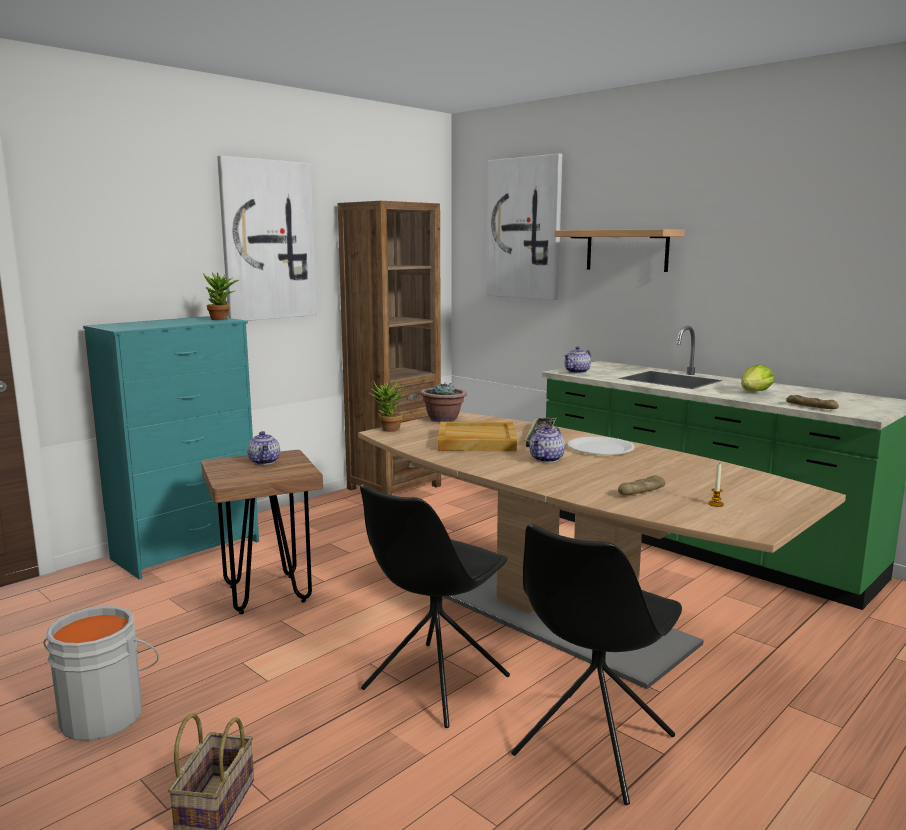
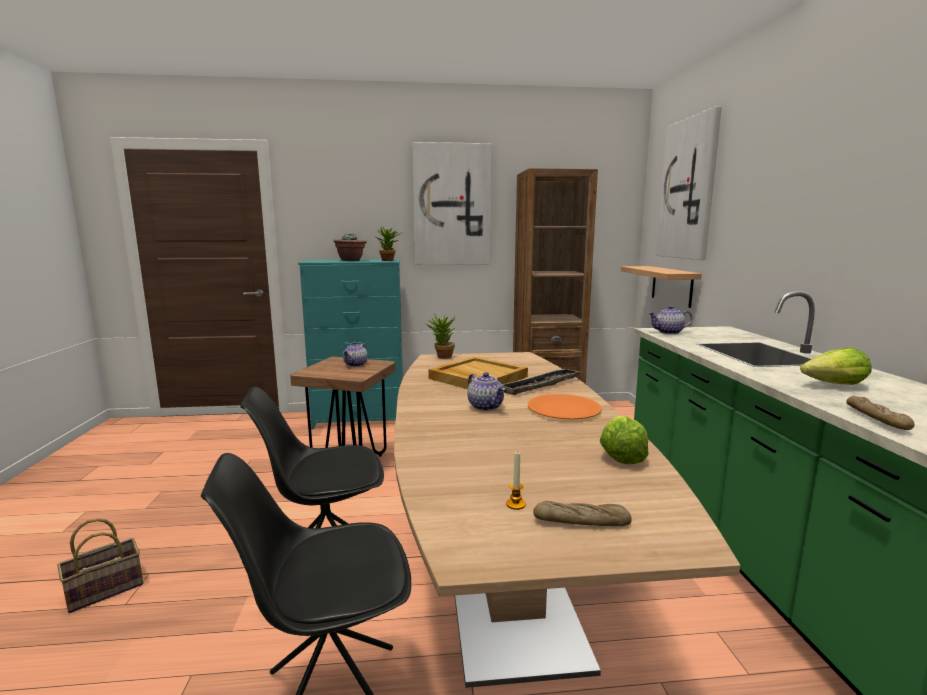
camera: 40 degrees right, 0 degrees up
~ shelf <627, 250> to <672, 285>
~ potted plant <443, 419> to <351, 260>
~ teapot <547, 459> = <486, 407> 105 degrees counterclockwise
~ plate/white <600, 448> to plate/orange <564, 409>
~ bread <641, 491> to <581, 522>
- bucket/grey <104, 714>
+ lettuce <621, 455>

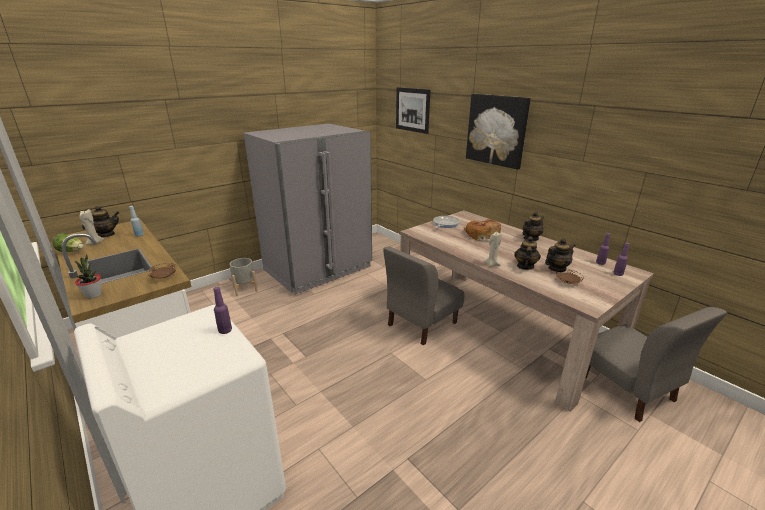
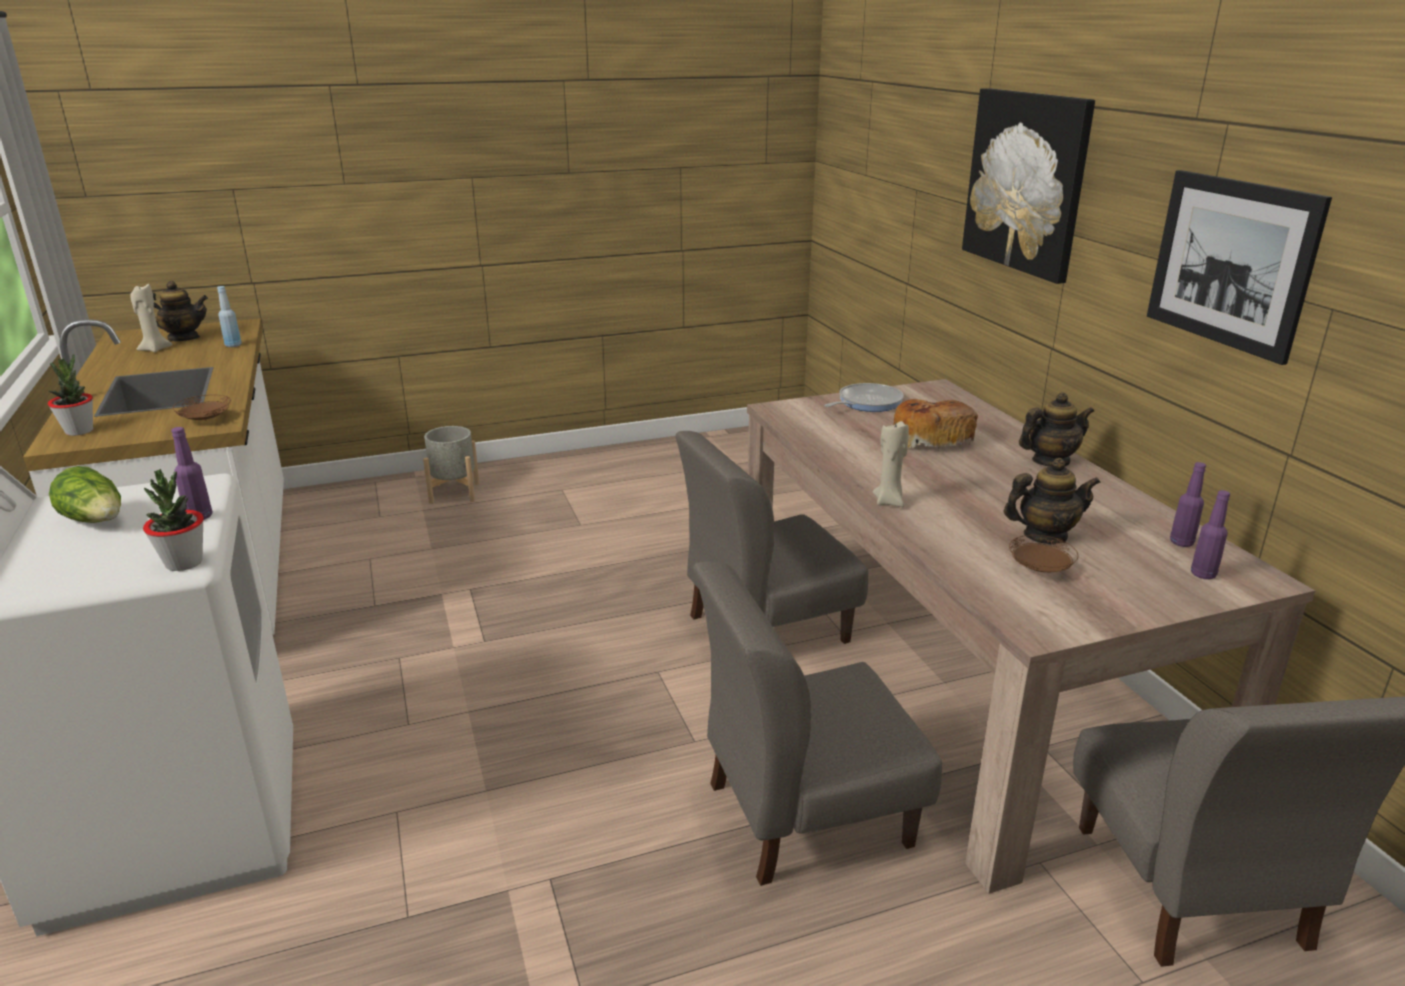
camera: 20 degrees right, 0 degrees up
~ picture <412, 110> to <1231, 263>
- fridge/grey <318, 268>
~ lettuce <72, 251> to <97, 520>
- teapot <525, 266>
+ potted plant <184, 563>
+ chair/grey <806, 813>

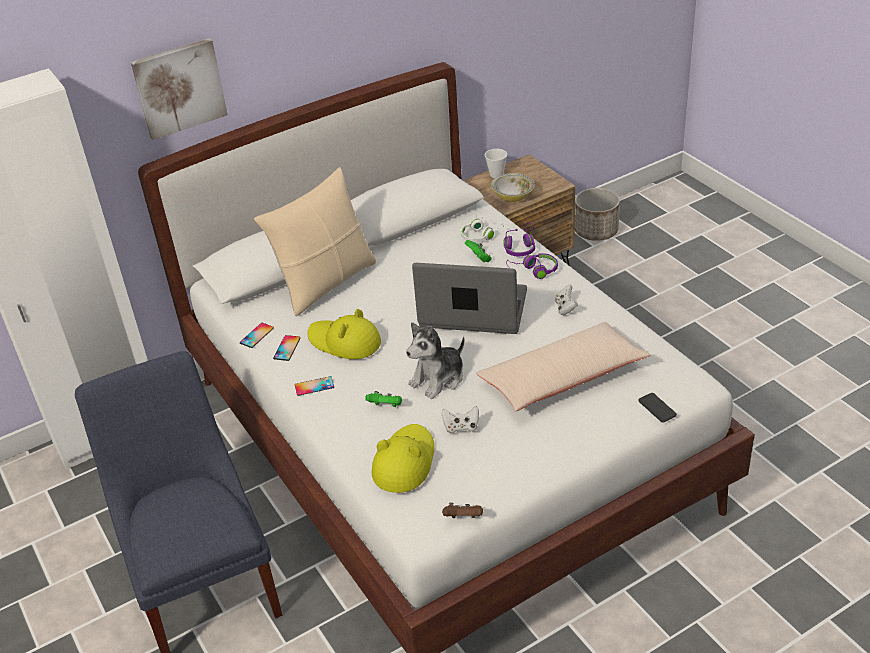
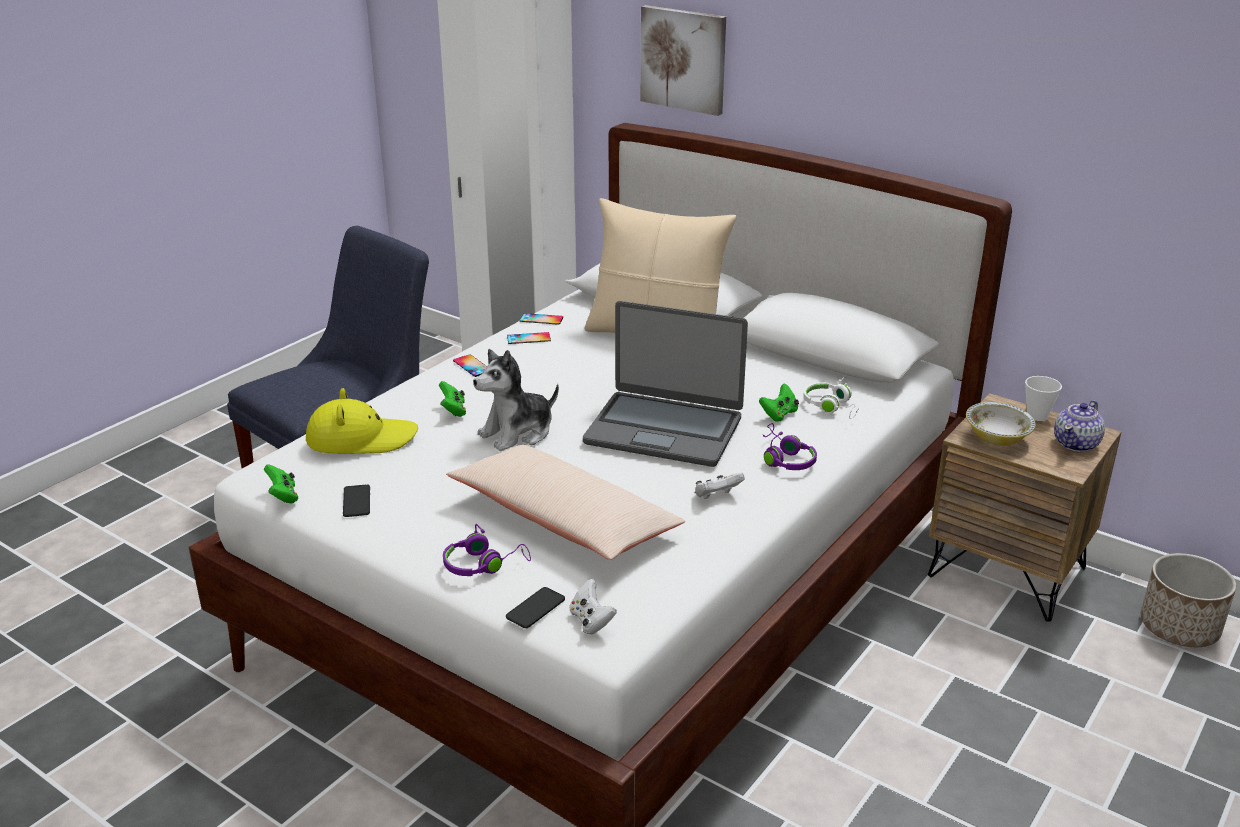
camera: 65 degrees right, 10 degrees down
~ headphones/purple <520, 247> to <483, 564>
~ laptop <473, 310> = <664, 430> 120 degrees clockwise
- hat/yellow <344, 342>
~ plush toy <438, 379> = <517, 433> 60 degrees counterclockwise
~ game controller/white <461, 427> to <591, 621>
~ game controller/brown <463, 518> to game controller/green <283, 496>
+ teapot <1076, 444>
+ phone <356, 501>

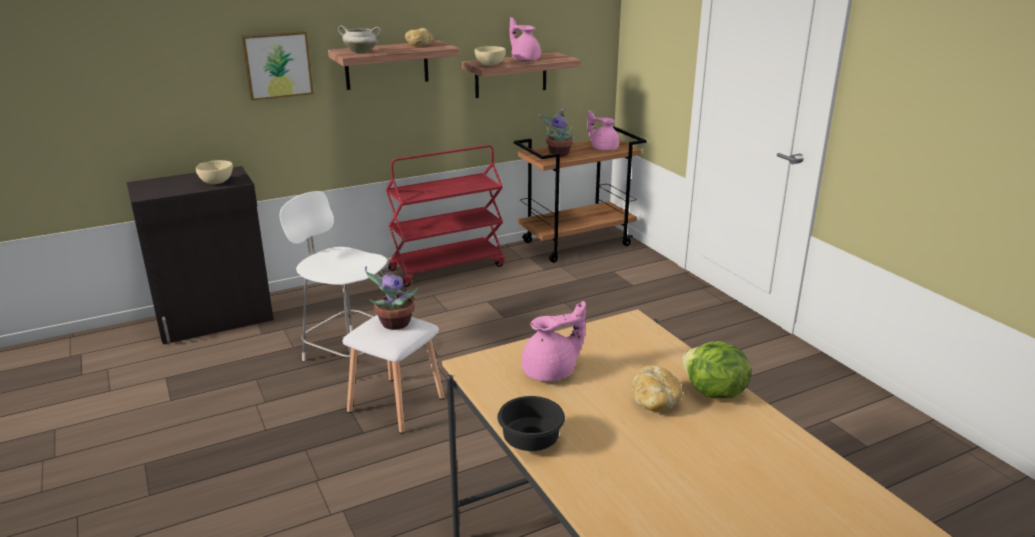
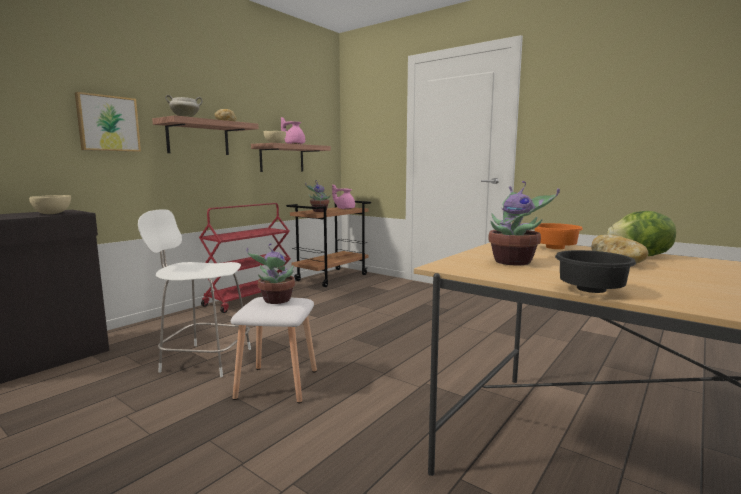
camera: 25 degrees left, 15 degrees down
~ teapot/pink <551, 372> to potted plant <514, 262>
+ bowl/orange <556, 248>

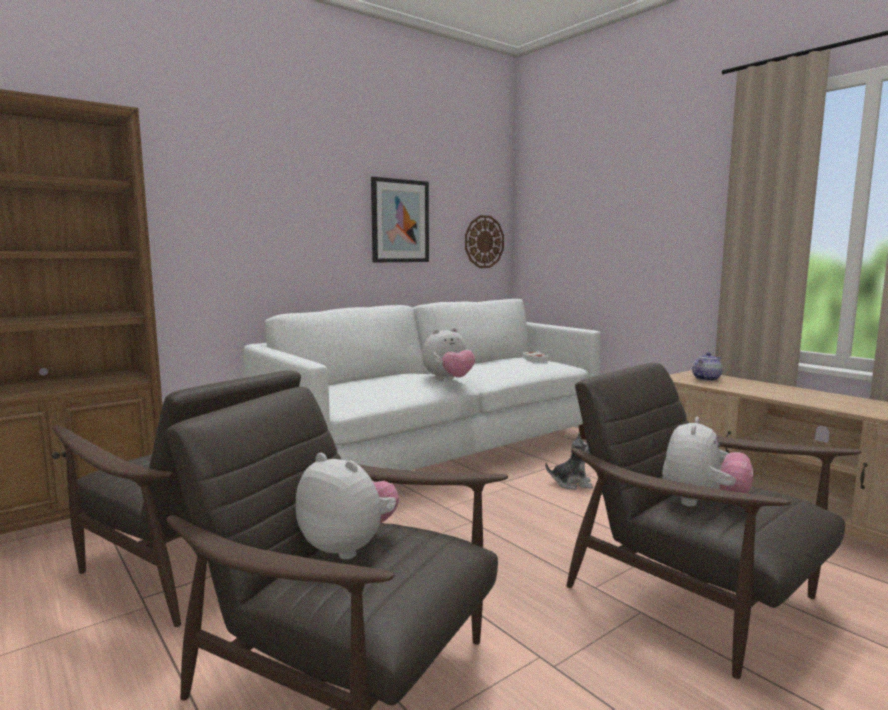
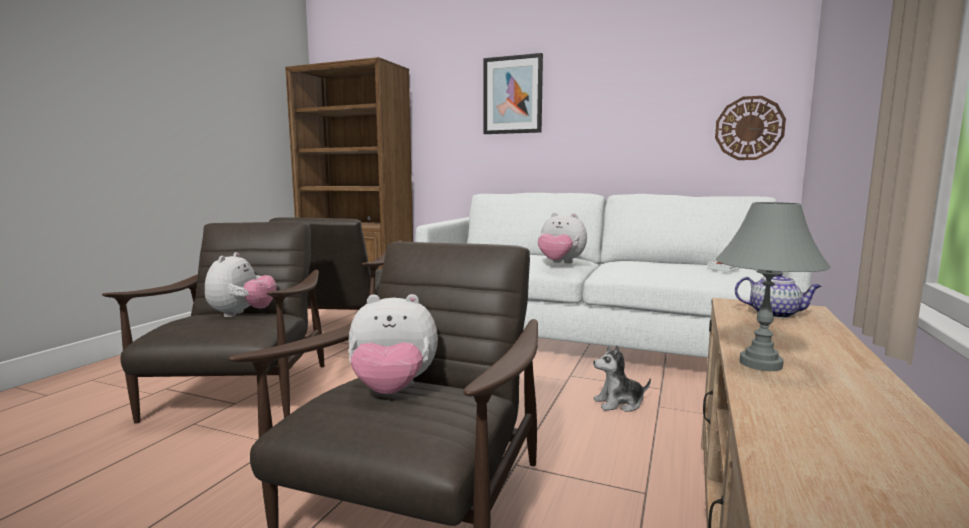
camera: 60 degrees right, 0 degrees up
~ picture <400, 221> to <512, 95>
~ plush toy <572, 483> = <619, 403> 105 degrees clockwise
+ table lamp/grey <760, 364>

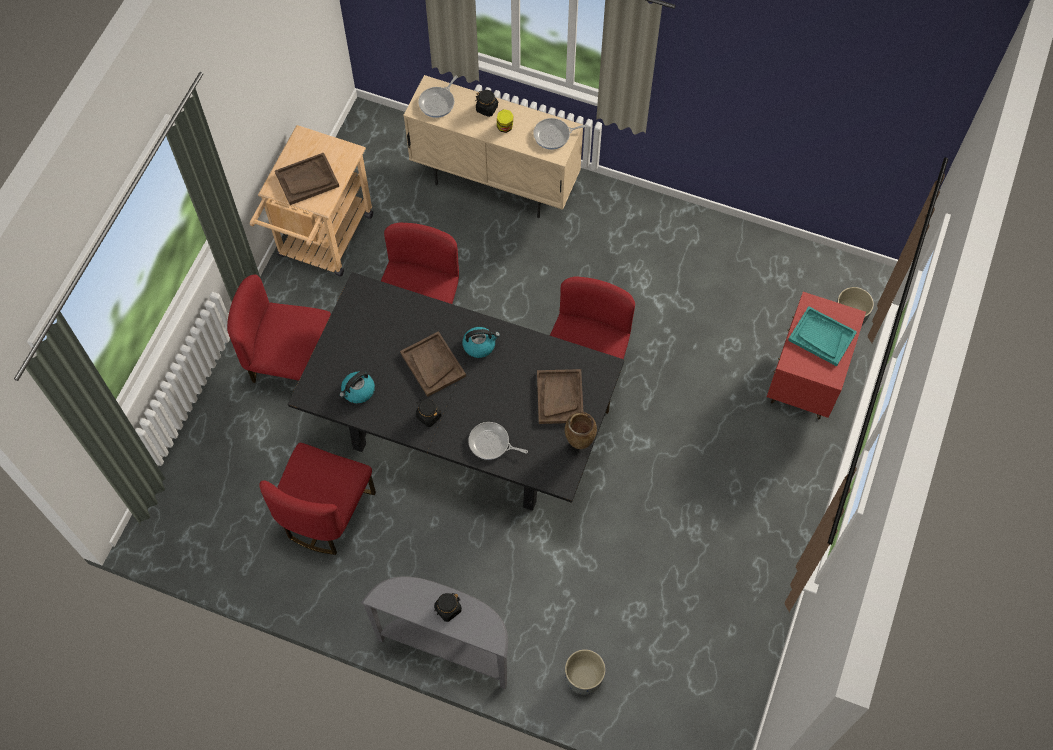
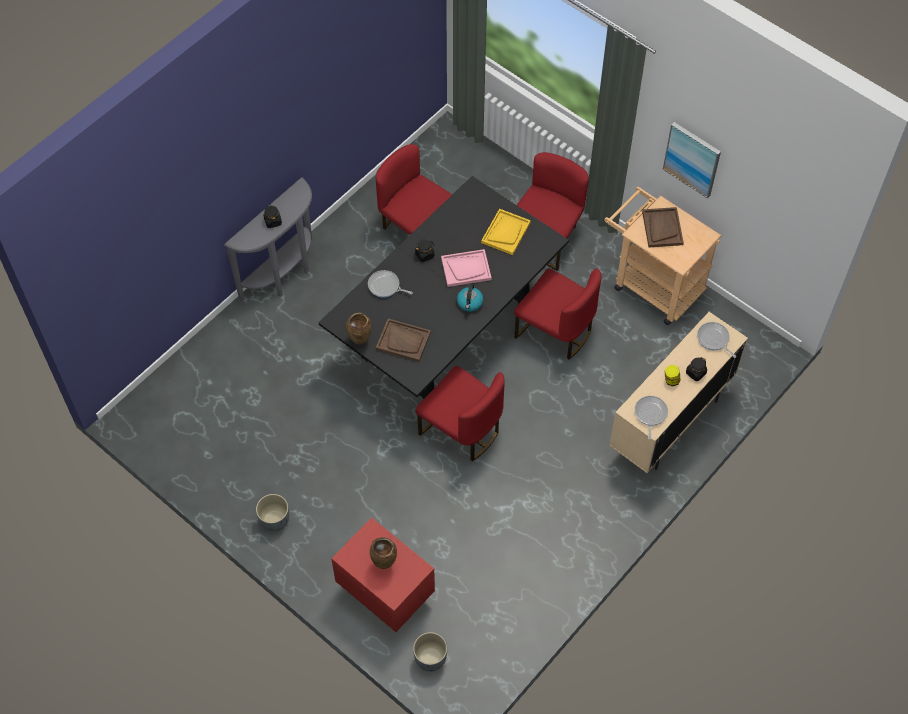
camera: 110 degrees right, 5 degrees down
~ tray/turquoise <821, 337> to vase/brown <385, 564>
~ tray/brown <433, 364> to tray/pink <466, 269>
- kettle <358, 391>
~ frying pan <491, 443> = <385, 286> 105 degrees counterclockwise
~ planter/grey <583, 678> to <274, 520>
+ picture <692, 159>
+ tray/yellow <505, 232>

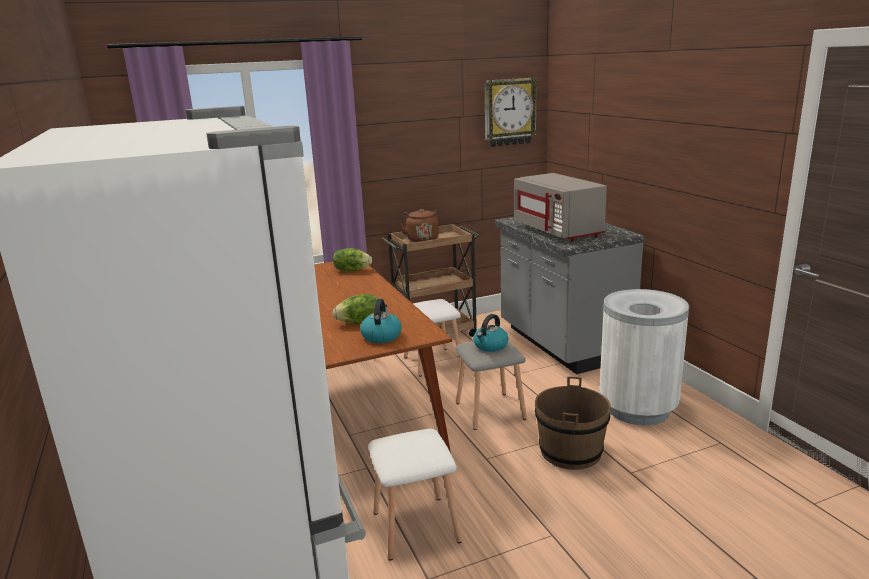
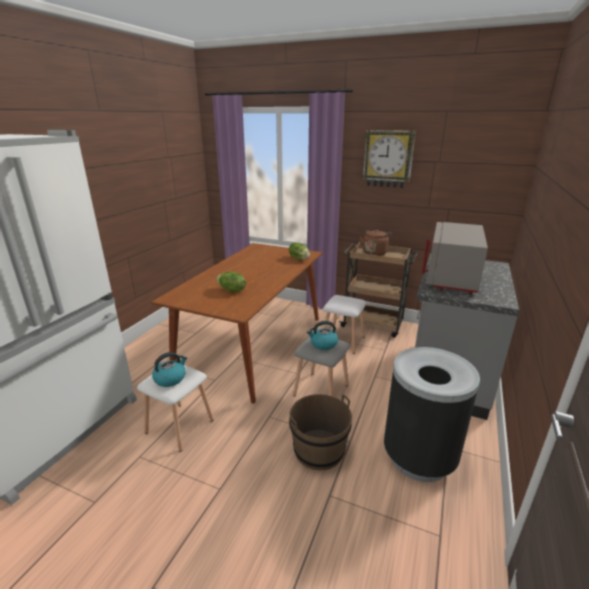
camera: 45 degrees right, 5 degrees up
~ wall clock <509, 112> to <388, 159>
~ trash can/white <638, 409> to trash can/black <419, 457>
~ kettle <381, 336> to <170, 378>

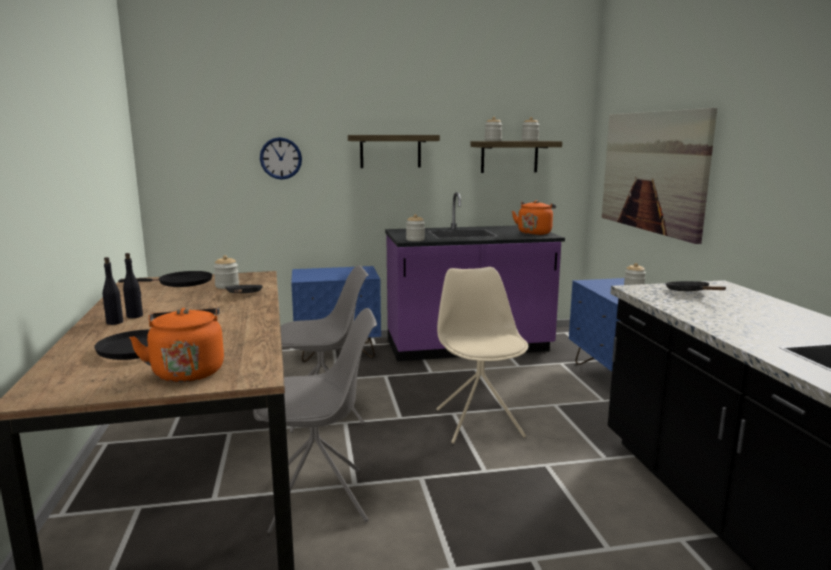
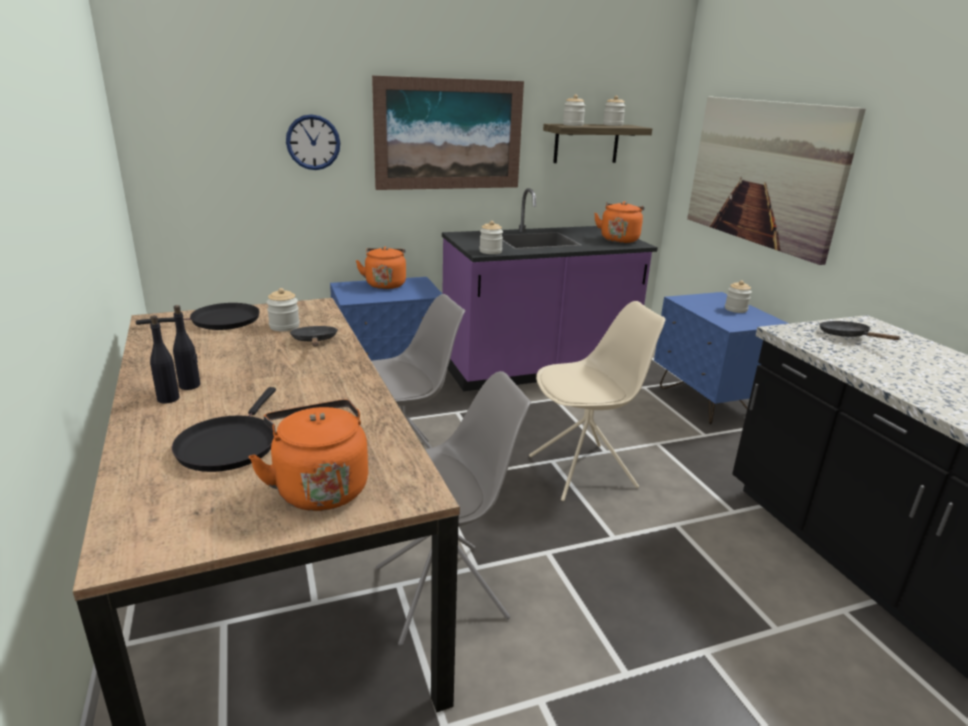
camera: 10 degrees left, 10 degrees up
~ shelf <390, 151> to picture <449, 135>
~ chair/beige <478, 422> = <584, 471> 90 degrees clockwise
+ kettle/orange <385, 284>

